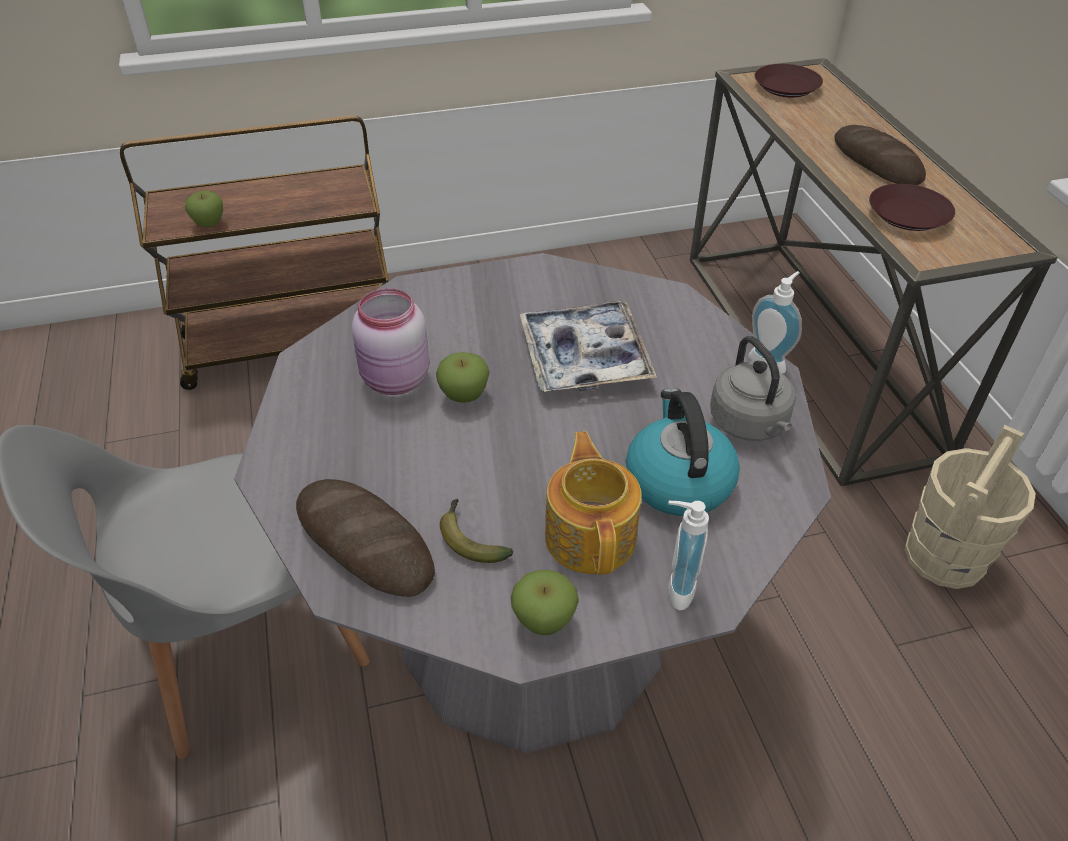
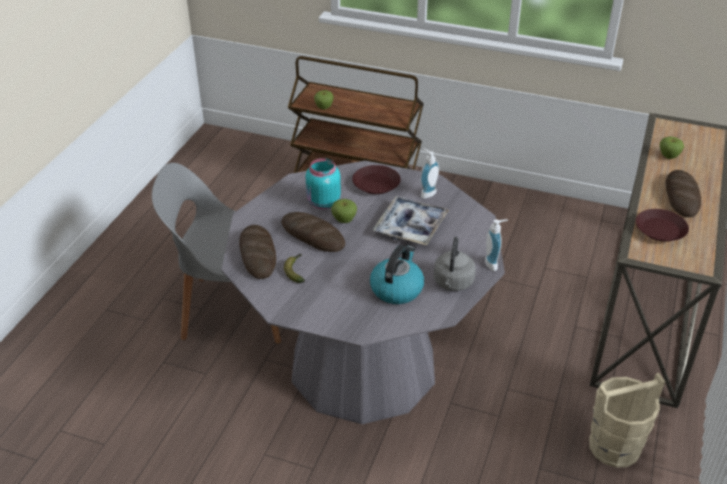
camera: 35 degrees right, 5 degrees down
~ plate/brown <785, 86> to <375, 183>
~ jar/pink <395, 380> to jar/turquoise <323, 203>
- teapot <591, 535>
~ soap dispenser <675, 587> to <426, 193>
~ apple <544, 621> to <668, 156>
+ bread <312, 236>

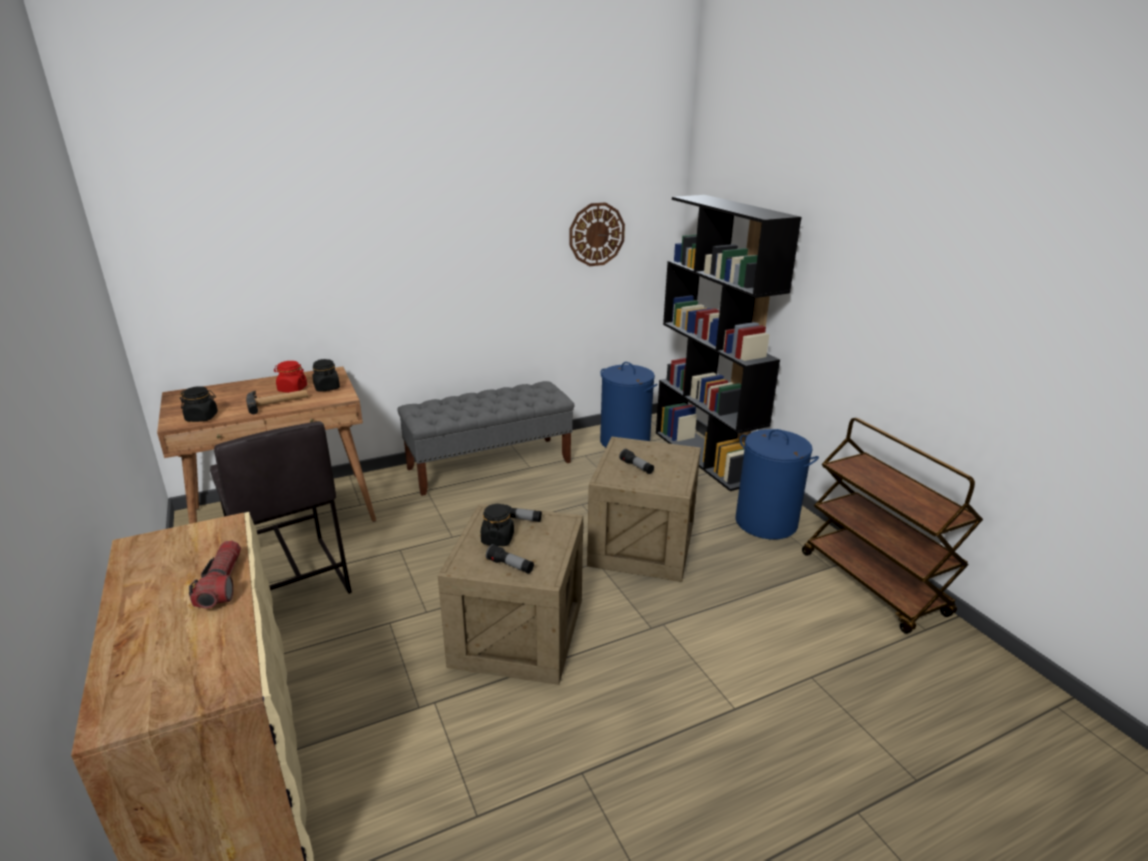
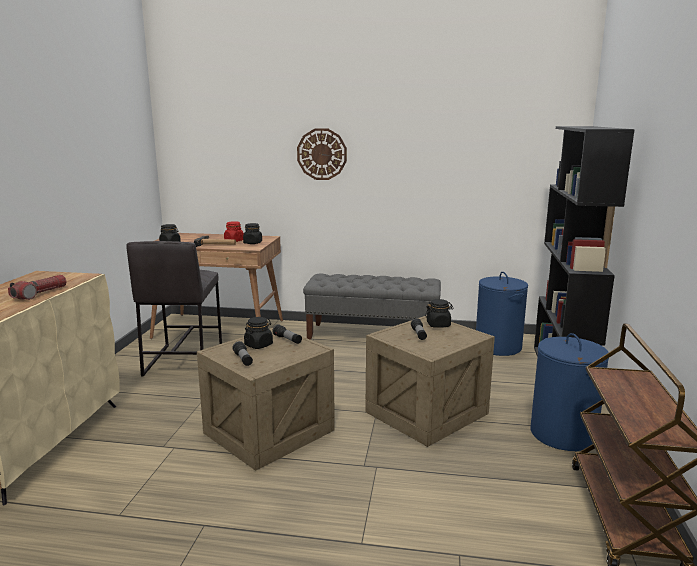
camera: 35 degrees right, 10 degrees down
~ wall clock <596, 234> to <322, 154>
+ jar/black <438, 325>

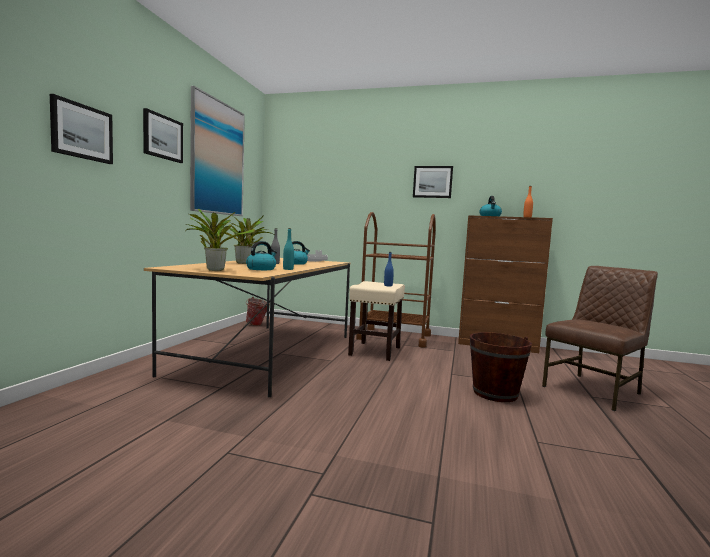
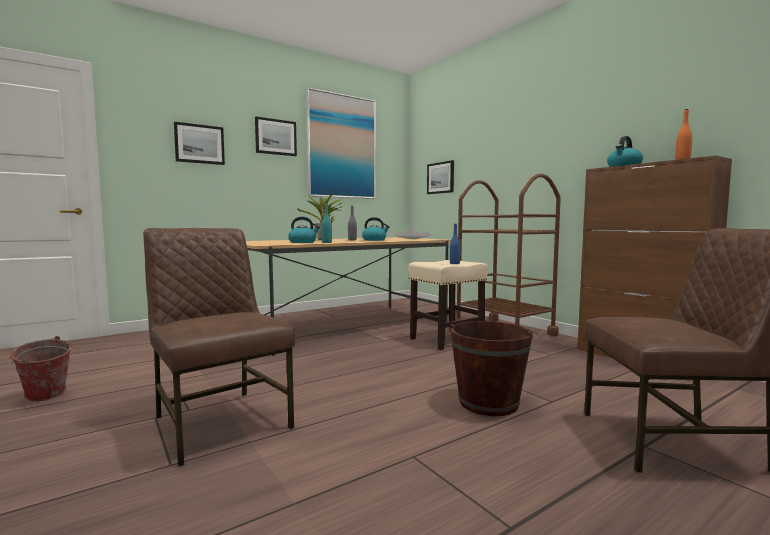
camera: 40 degrees right, 0 degrees up
~ picture <432, 182> to <440, 178>
- potted plant <214, 269>
~ bucket <257, 325> to <44, 398>
+ chair/brown <220, 422>

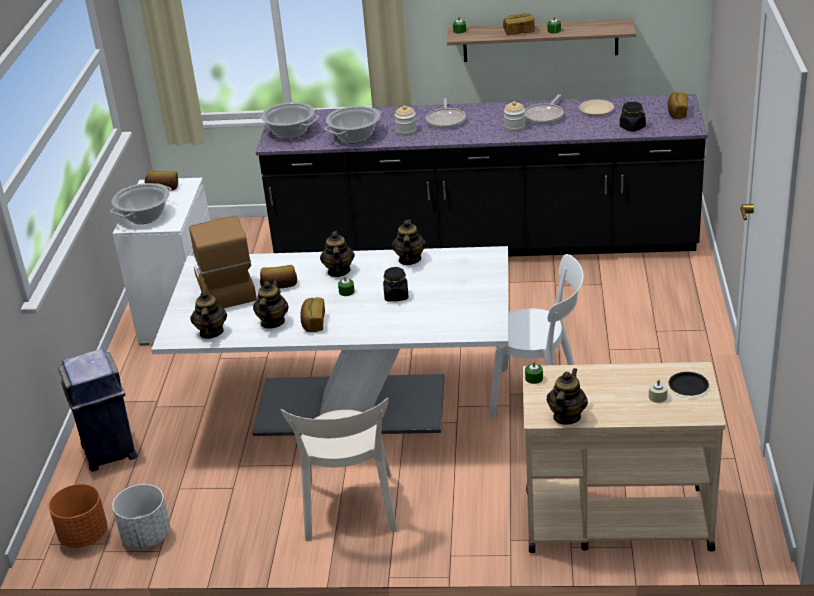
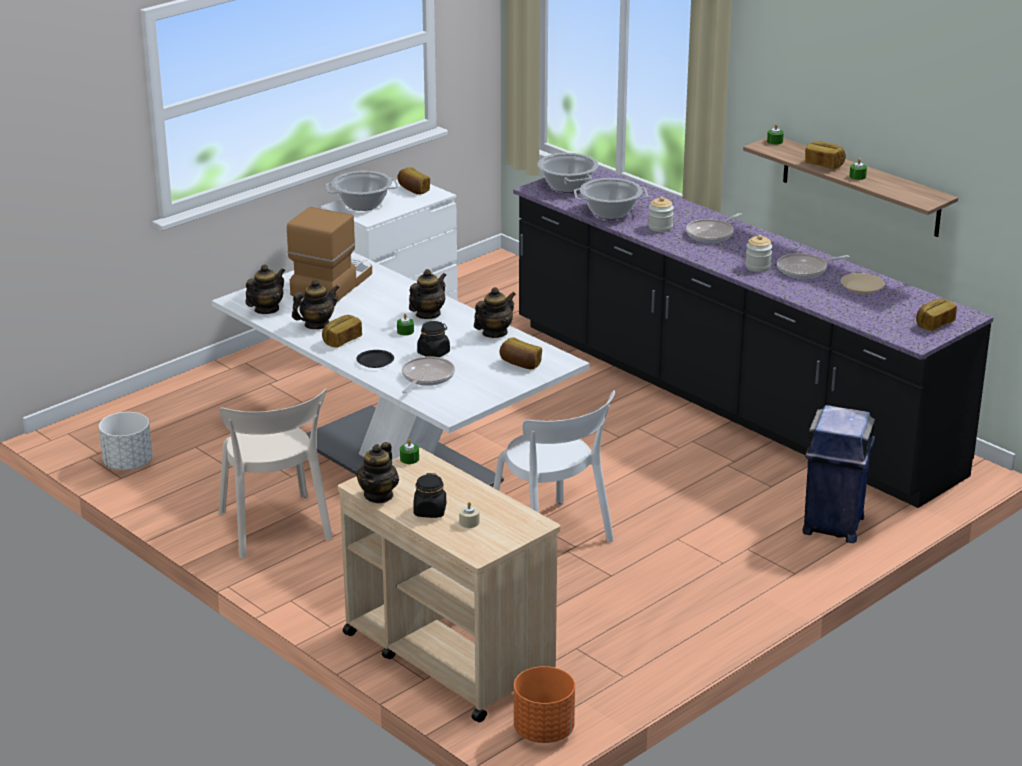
camera: 40 degrees right, 5 degrees down
~ jar/black <632, 127> to <430, 511>
~ bread <279, 286> to <520, 364>
~ trash can/blue <109, 452> to <832, 526>
~ teapot <566, 417> = <379, 495> 135 degrees clockwise
~ plate/black <688, 386> to <375, 361>
~ chair/beige <349, 511> = <276, 529> 60 degrees counterclockwise
~ planter/orange <84, 535> to <544, 731>
+ frying pan <426, 377>

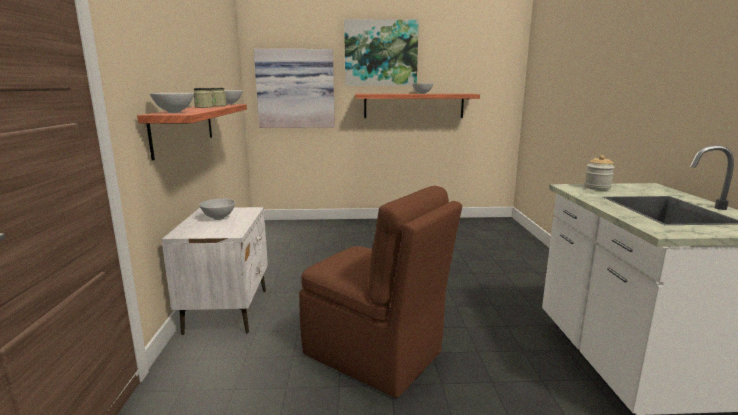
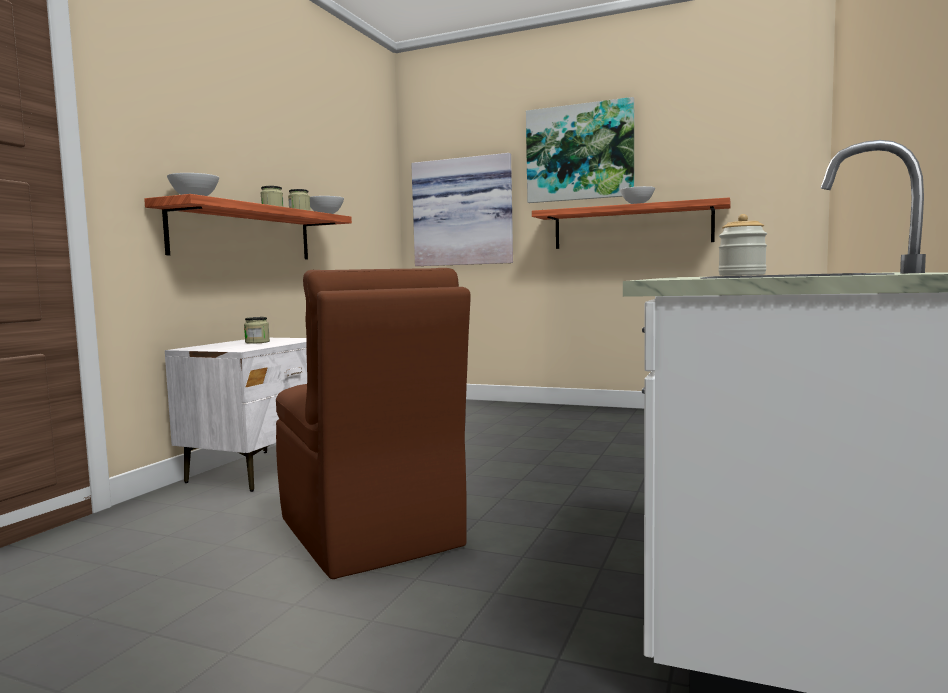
camera: 25 degrees right, 10 degrees down
~ bowl/white <219, 218> to jar <257, 342>

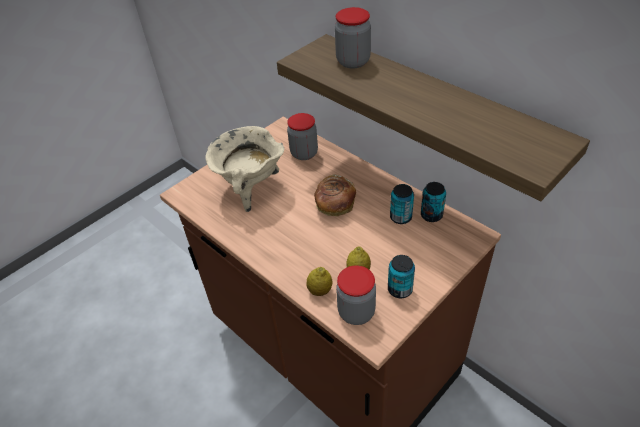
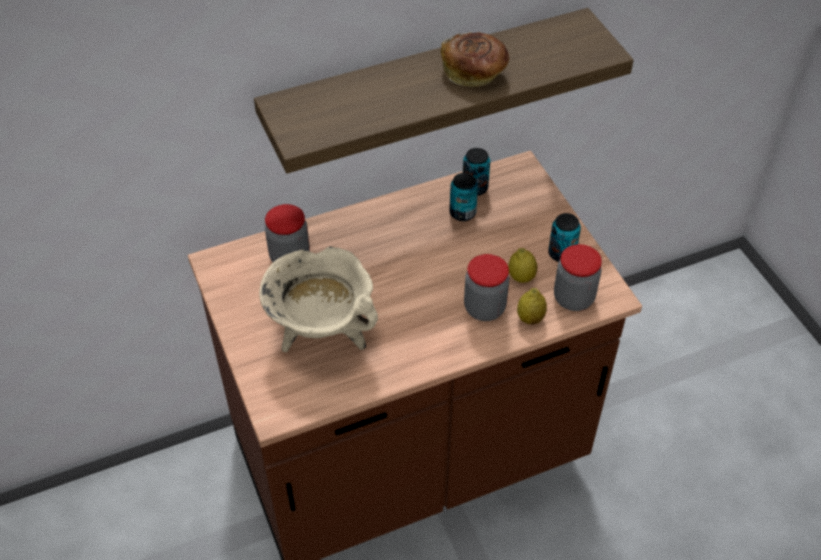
camera: 70 degrees left, 5 degrees up
~ jar <353, 61> to <484, 308>
~ bread <335, 205> to <474, 72>

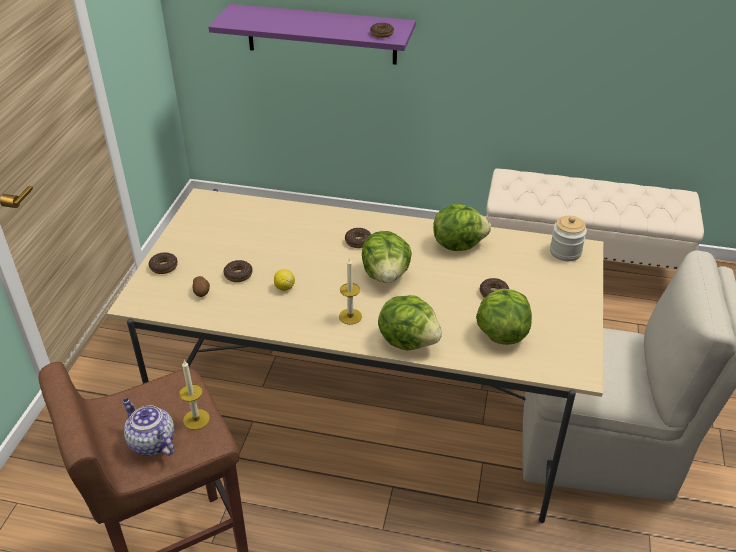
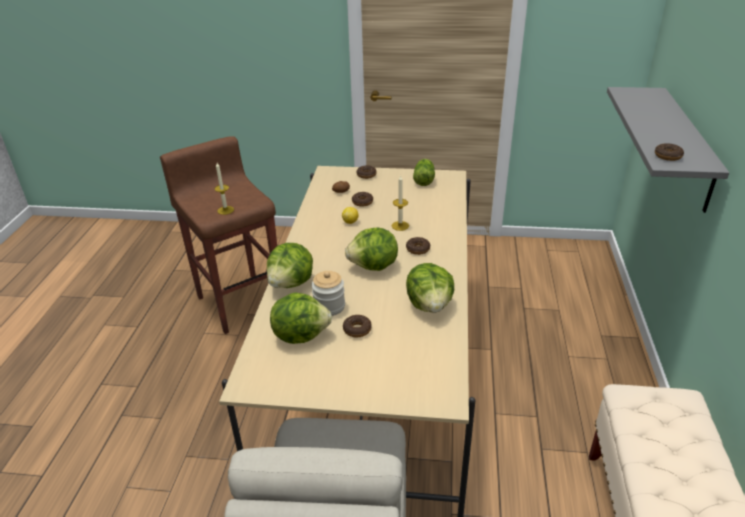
camera: 85 degrees right, 5 degrees down
~ shelf/purple <321, 34> to shelf/grey <686, 148>
~ jar <565, 252> to <329, 306>
~ candle <350, 316> to <400, 226>
- teapot <151, 442>
+ lettuce <424, 179>

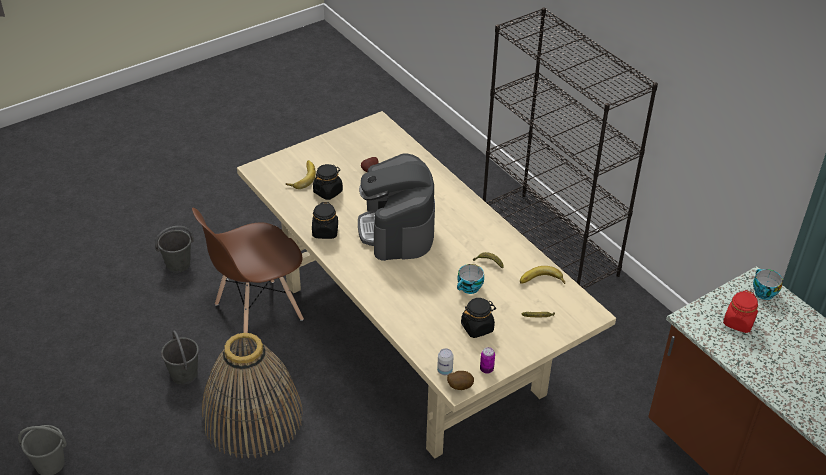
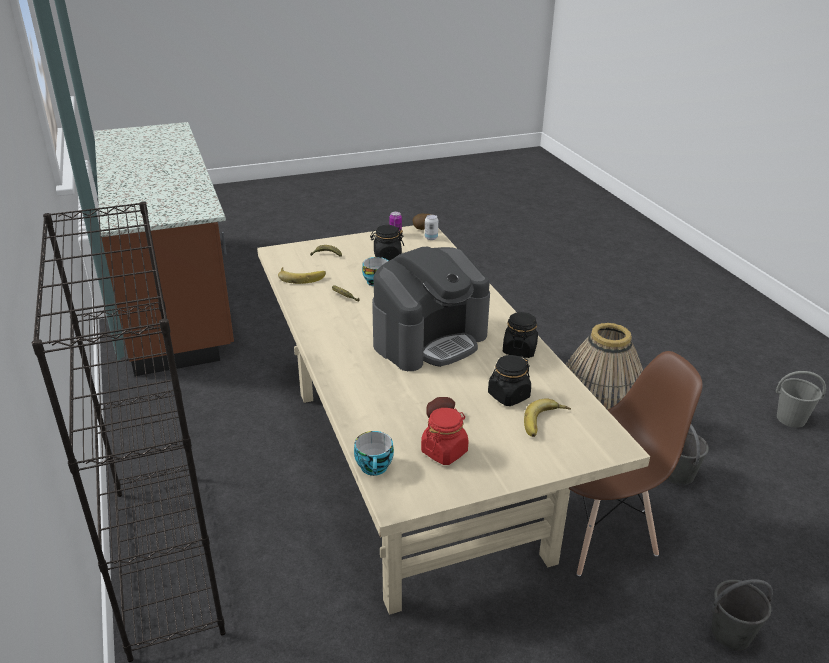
camera: 165 degrees left, 10 degrees down
~ coffee machine <397, 230> = <430, 339> 45 degrees clockwise
~ cup <762, 292> to <375, 468>
~ jar/red <738, 322> to <444, 451>

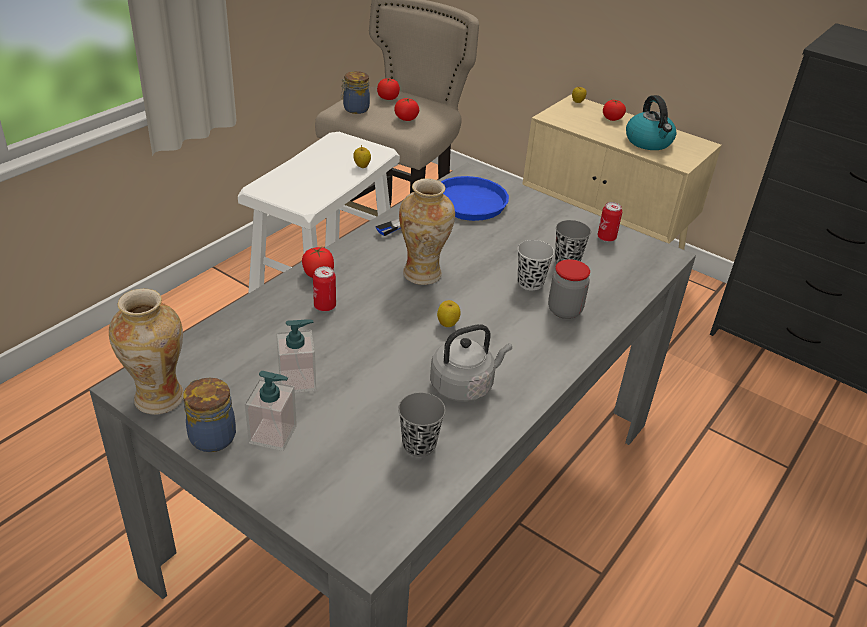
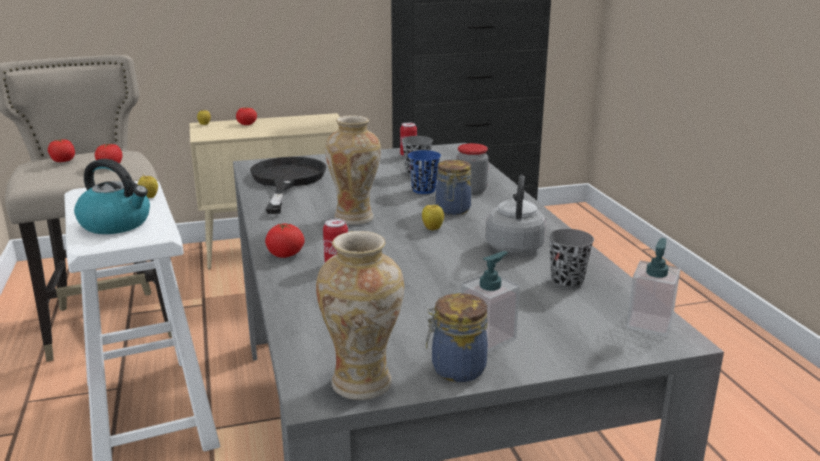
camera: 50 degrees left, 15 degrees down
~ jar <355, 109> to <452, 210>
~ kettle <649, 142> to <117, 224>
~ frying pan/blue <457, 206> to frying pan/black <286, 181>
~ cup/black <530, 283> to cup/blue <424, 190>
~ soap dispenser <297, 381> to <649, 323>

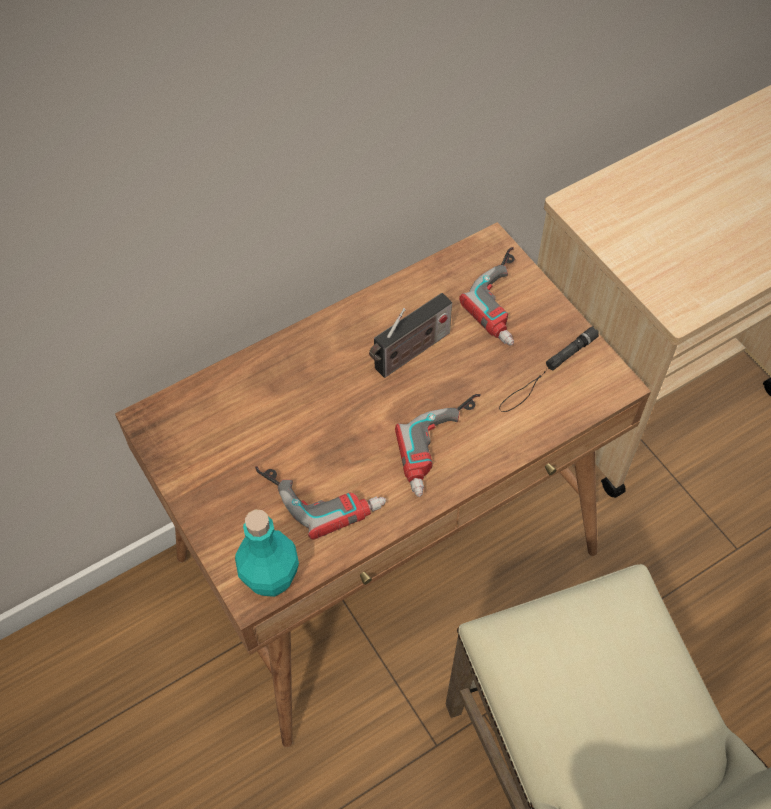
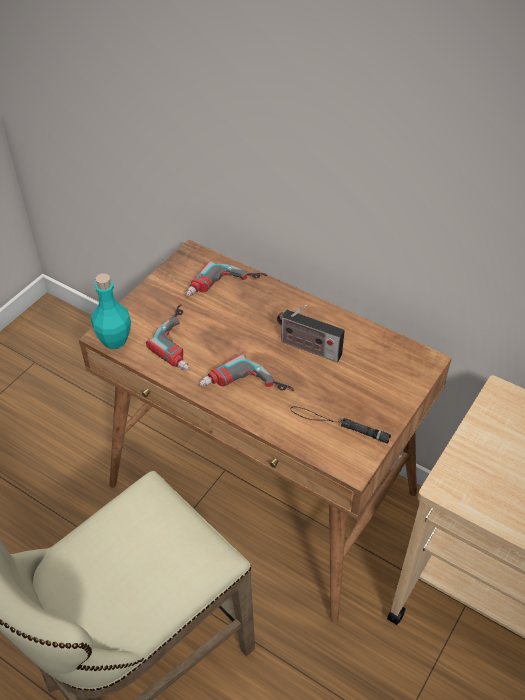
camera: 65 degrees right, 10 degrees down
~ power drill <508, 301> to <225, 288>

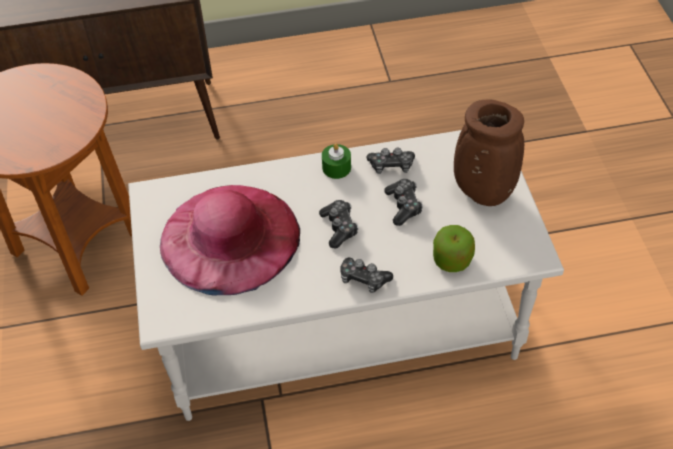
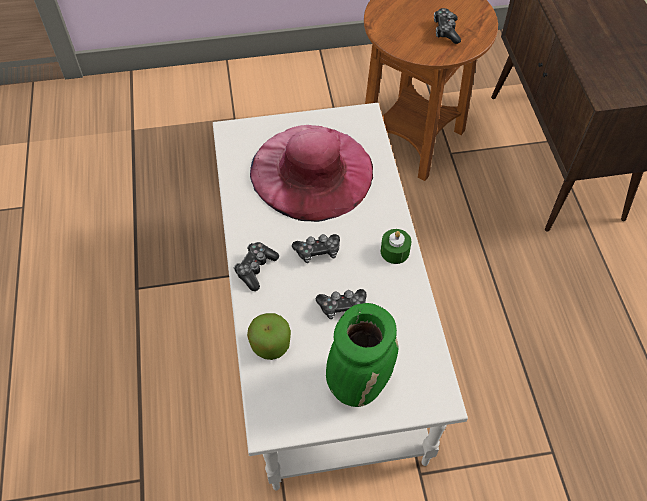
camera: 90 degrees right, 5 degrees up
~ vase/brown <481, 192> to vase/green <358, 382>
~ game controller <391, 166> to <446, 31>

